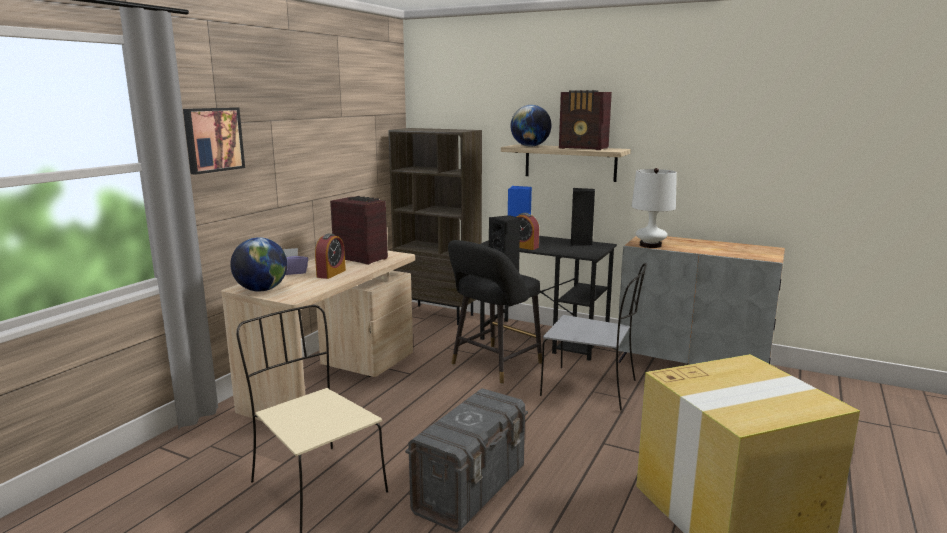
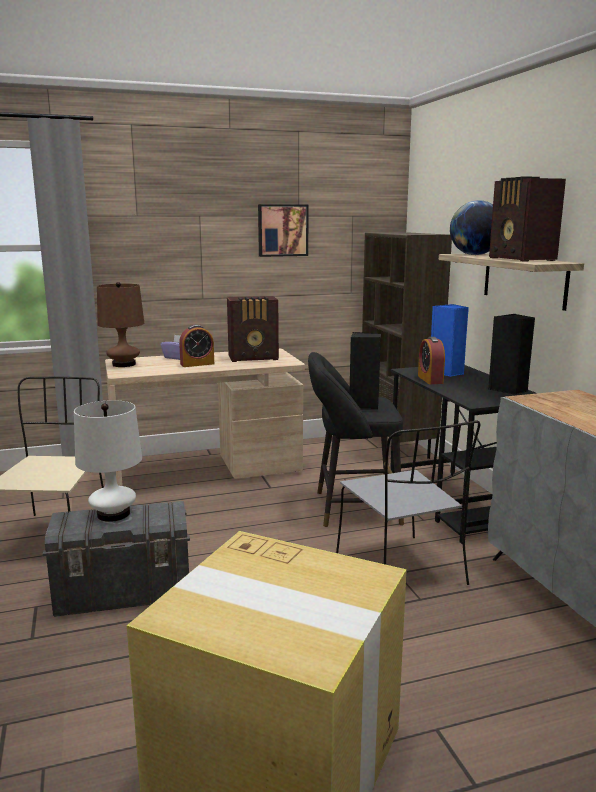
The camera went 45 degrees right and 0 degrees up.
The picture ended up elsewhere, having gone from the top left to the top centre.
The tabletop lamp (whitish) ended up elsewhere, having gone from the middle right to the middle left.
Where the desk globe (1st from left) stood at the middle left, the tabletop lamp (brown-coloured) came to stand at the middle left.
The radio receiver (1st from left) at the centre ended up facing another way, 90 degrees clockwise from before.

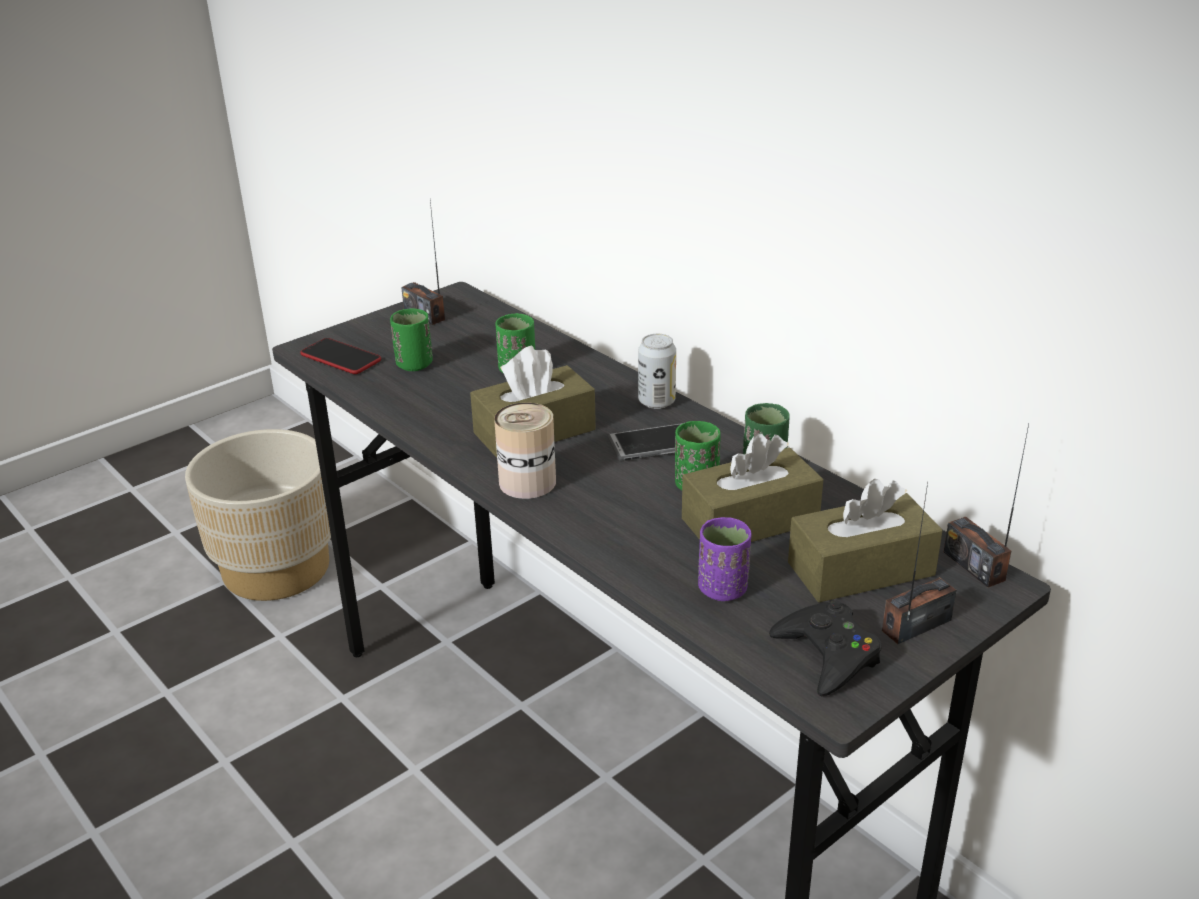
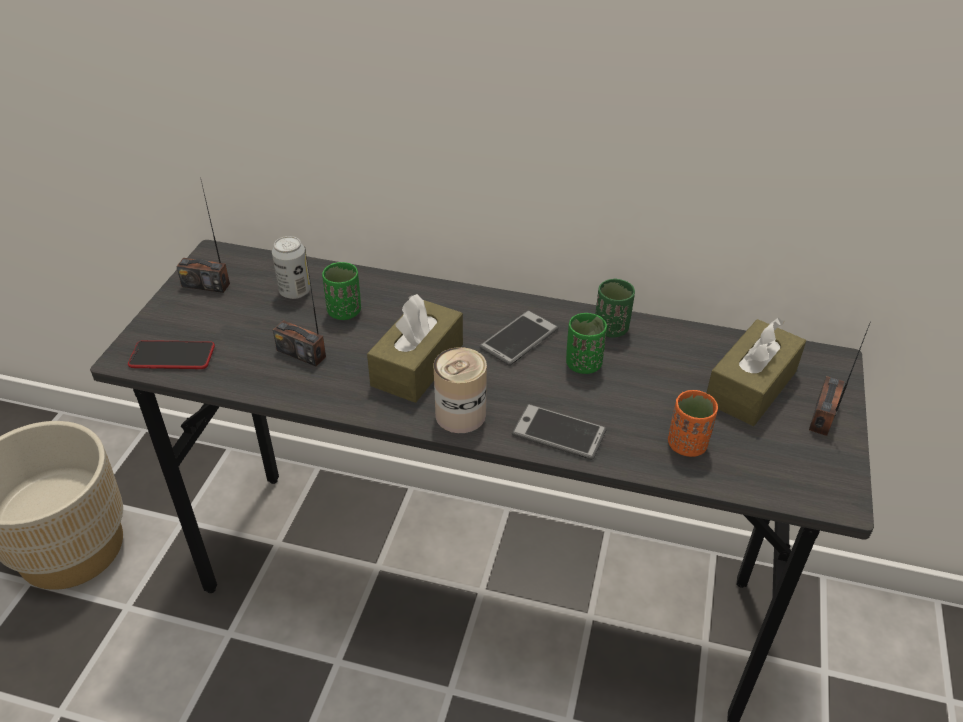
The camera went 35 degrees left and 10 degrees up.
The second view lost the small cup (greenish) (1st from left) at the centre.
The second view lost the box of tissues (brown-coloured) (2nd from left) at the centre.
The second view lost the gamepad (blackish) at the bottom right.
The second view gained the phone (3rd from left) at the centre.
The sealed can (2nd from left in the first image) ended up elsewhere, having gone from the centre to the middle left.
The radio receiver (3rd from left in the first image) ended up elsewhere, having gone from the middle right to the middle left.
What was the small cup (purple-coloured) at the centre turned into the small cup (orange) at the middle right.

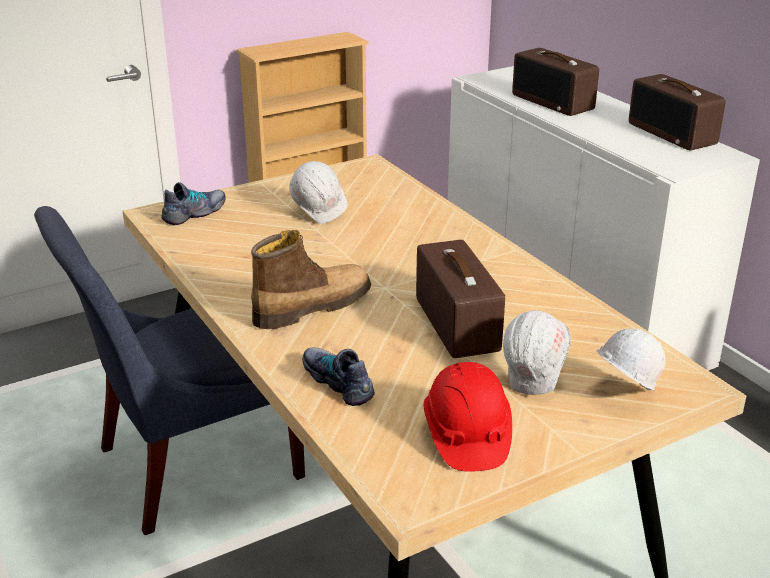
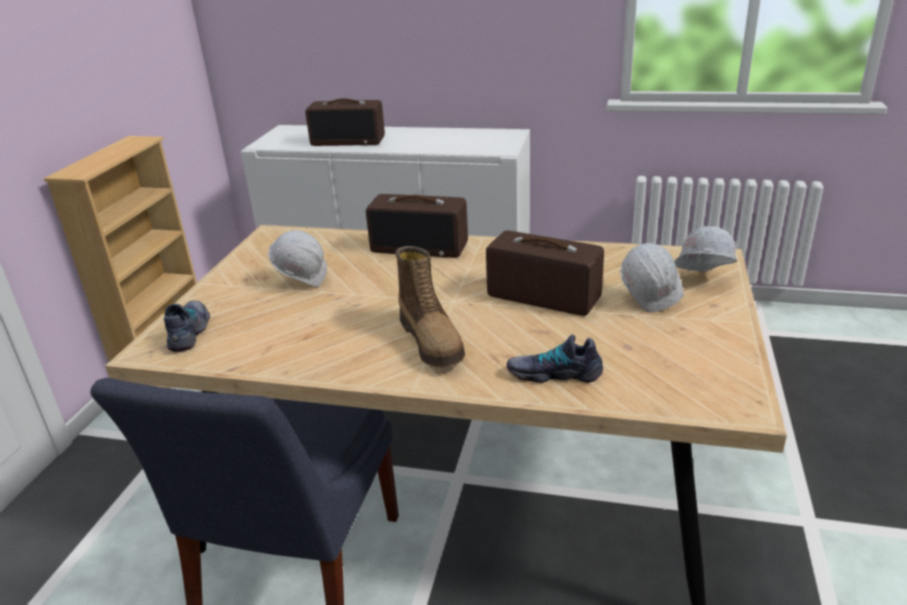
The camera went 45 degrees left and 0 degrees up.
The second view lost the work helmet (red-coloured) at the bottom centre.
The radio receiver (3rd from left in the first image) ended up elsewhere, having gone from the top right to the centre.
The high-top boot at the centre ended up facing another way, 150 degrees clockwise from before.

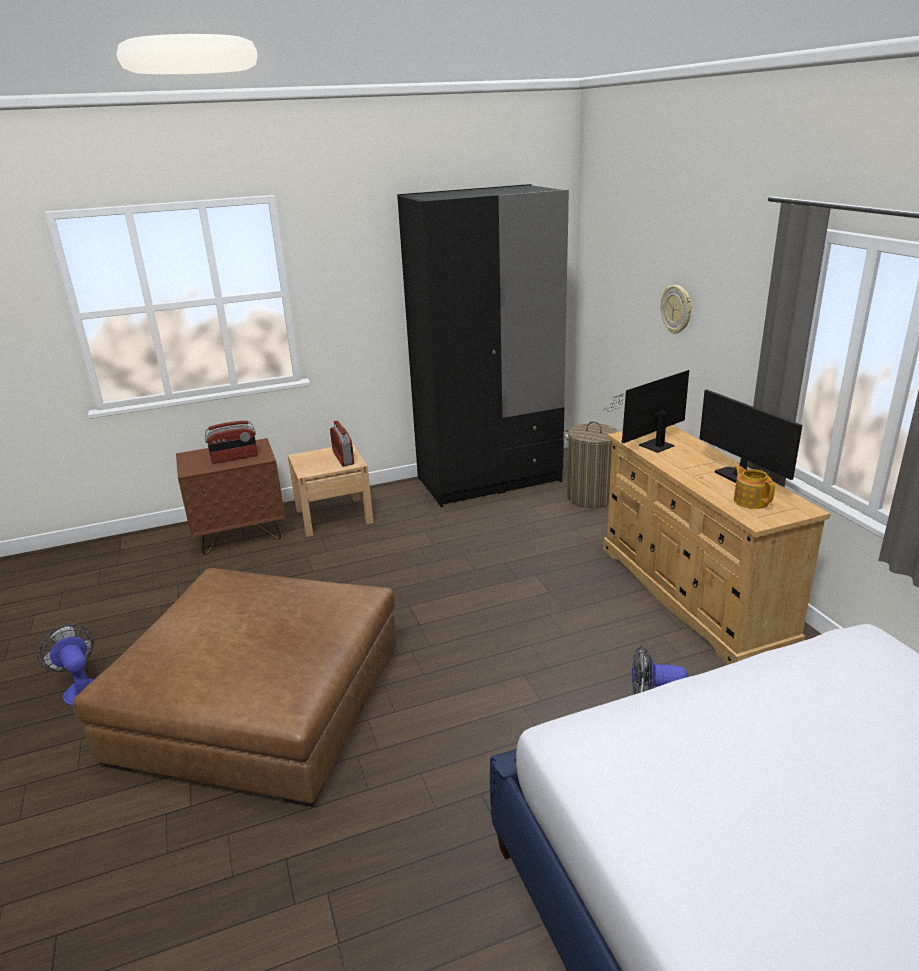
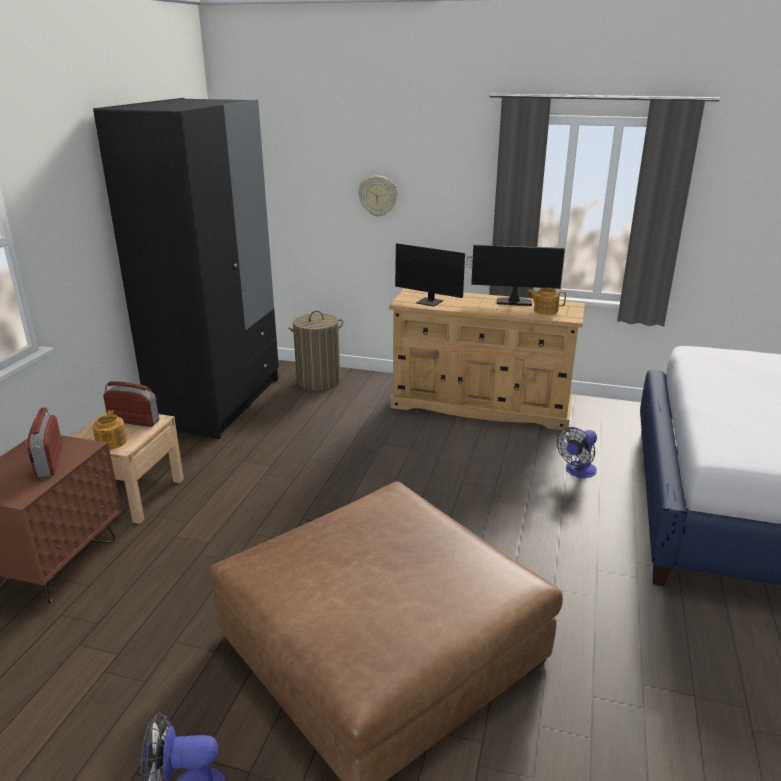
The camera went 55 degrees left and 0 degrees up.
The second view gained the teapot (1st from left) at the middle left.
The radio receiver (1st from left) at the middle left ended up facing another way, 150 degrees clockwise from before.
The computer display (1st from left) at the middle right ended up facing another way, 60 degrees counterclockwise from before.

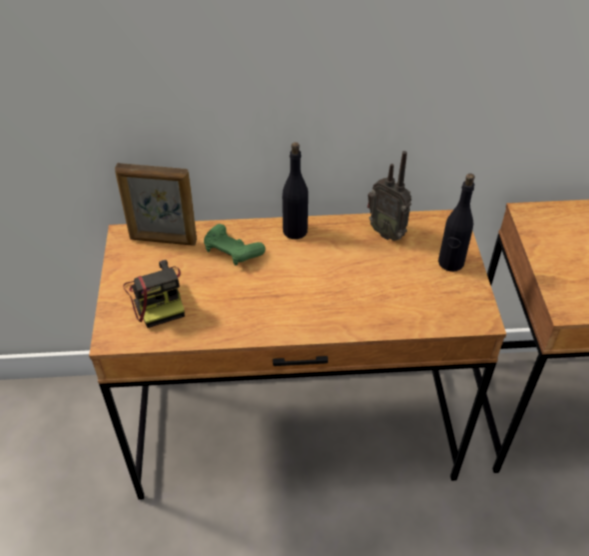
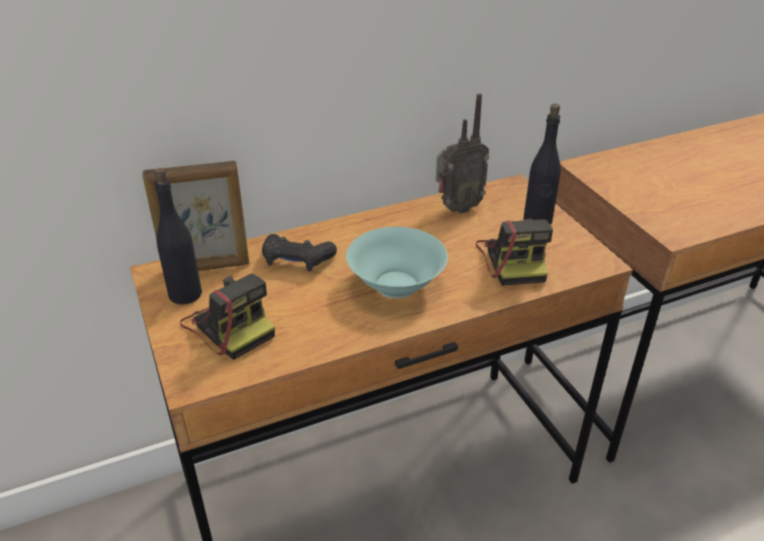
The camera went 20 degrees left and 10 degrees down.
The second view gained the serving bowl (turquoise-coloured) at the centre.
The second view gained the still camera (2nd from left) at the middle right.
The drink bottle (blackish) (1st from left) ended up elsewhere, having gone from the centre to the middle left.
What was the gamepad (greenish) at the centre turned into the gamepad (blackish) at the centre.
The radio receiver at the centre ended up facing another way, 45 degrees counterclockwise from before.

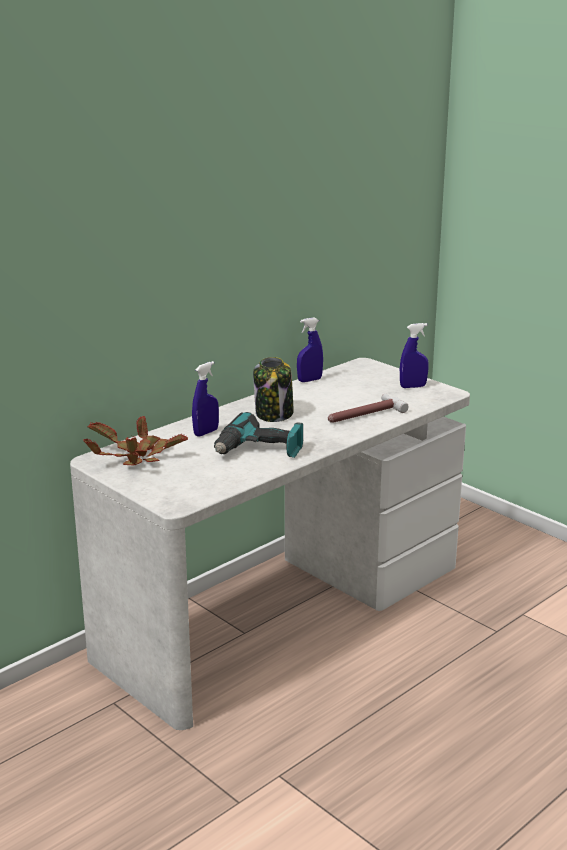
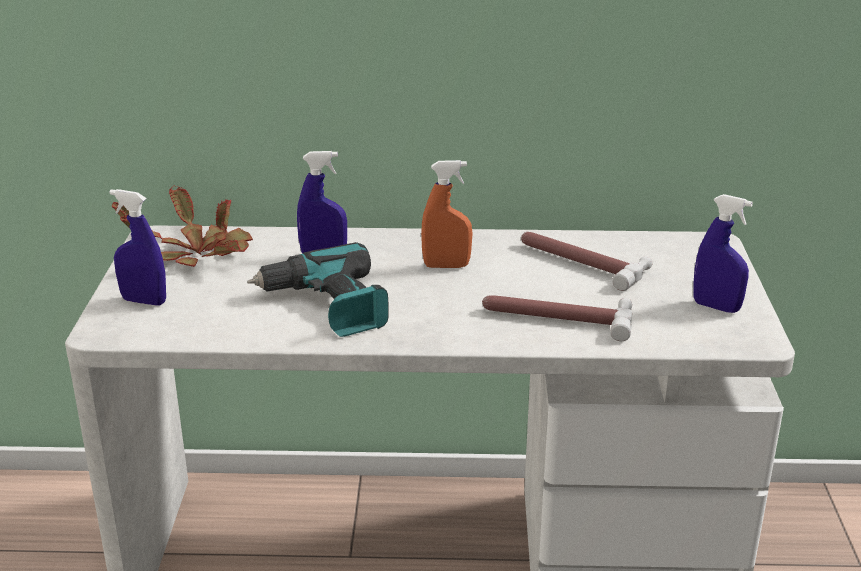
The camera went 45 degrees right and 5 degrees up.
The second view gained the tool hammer (2nd from left) at the middle right.
The hand sprayer (blue-coloured) (2nd from left in the first image) ended up elsewhere, having gone from the centre to the middle left.
Where the preserve jar stood at the centre, the hand sprayer (orange) came to stand at the centre.

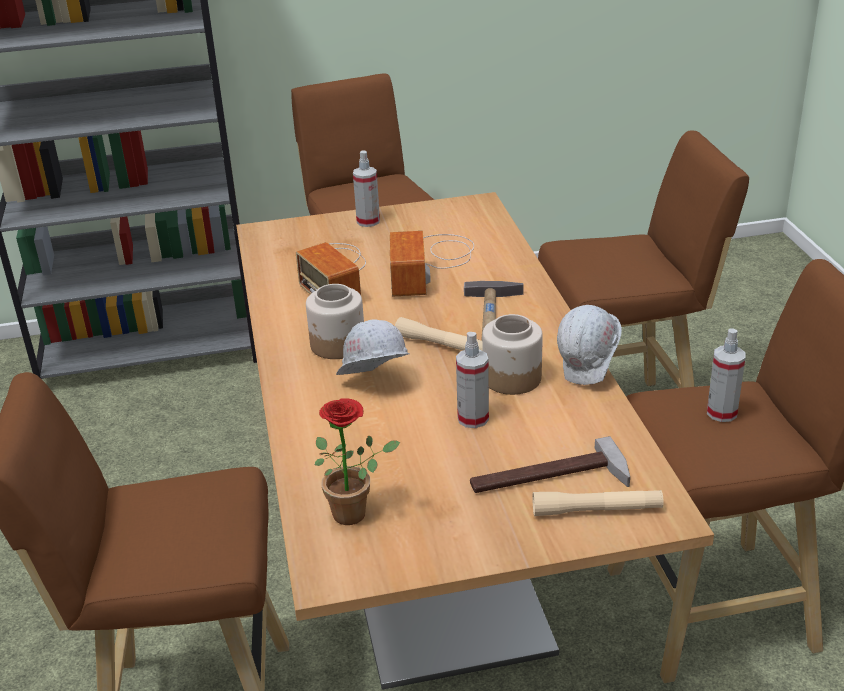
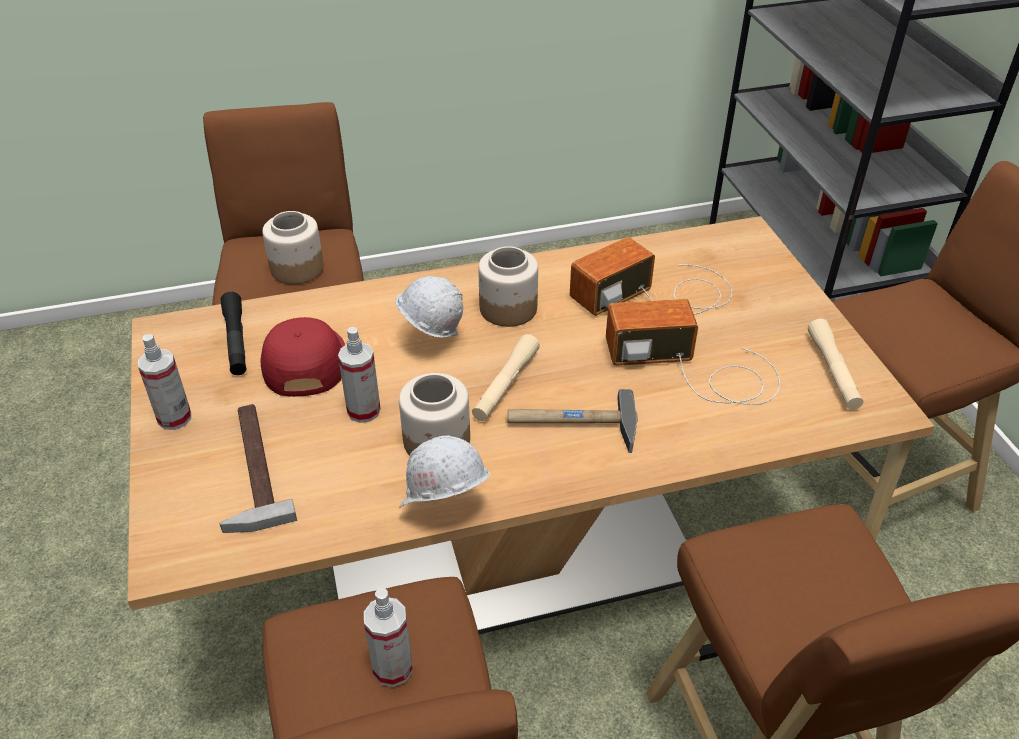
The camera went 85 degrees right and 10 degrees up.
The second view gained the baseball cap (red-coloured) at the middle left.
The second view gained the preserve jar (1st from left) at the middle left.
The hand sprayer (1st from left) ended up elsewhere, having gone from the top centre to the middle left.
The flashlight (sand-coloured) (2nd from left) ended up elsewhere, having gone from the bottom right to the middle right.
Where the plant in a pot stood at the bottom centre, the flashlight (blackish) came to stand at the middle left.

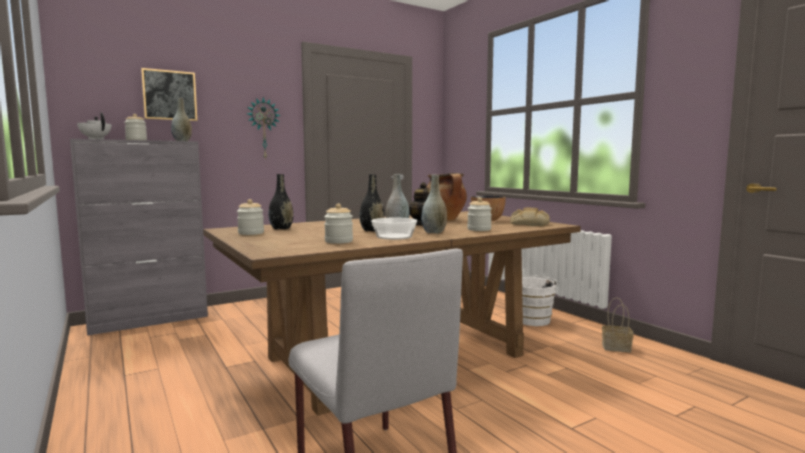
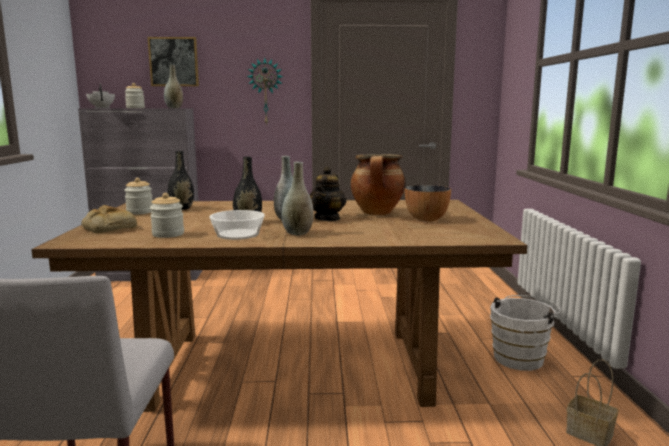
The camera went 30 degrees right and 5 degrees up.
The second view lost the preserve jar (4th from left) at the centre.
The baked bread ended up elsewhere, having gone from the centre to the middle left.

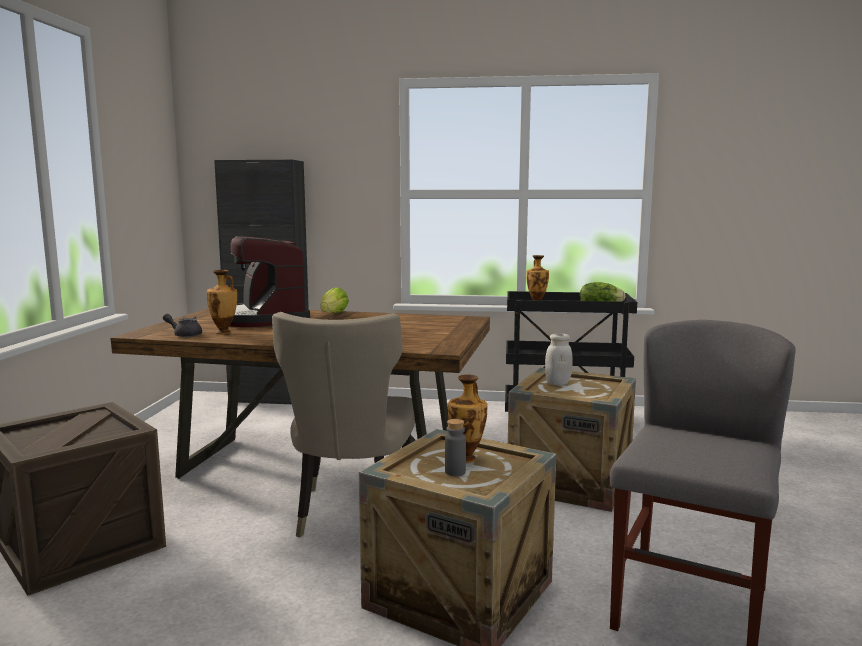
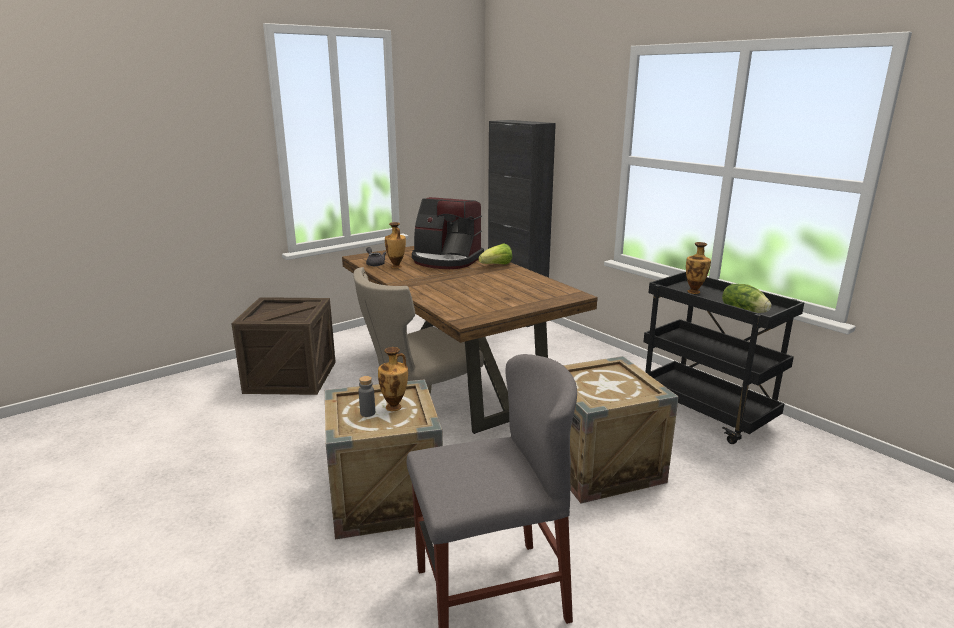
The camera went 45 degrees right and 10 degrees up.
The second view lost the preserve jar (whitish) at the centre.
The coffee maker at the middle left ended up facing another way, 90 degrees counterclockwise from before.

